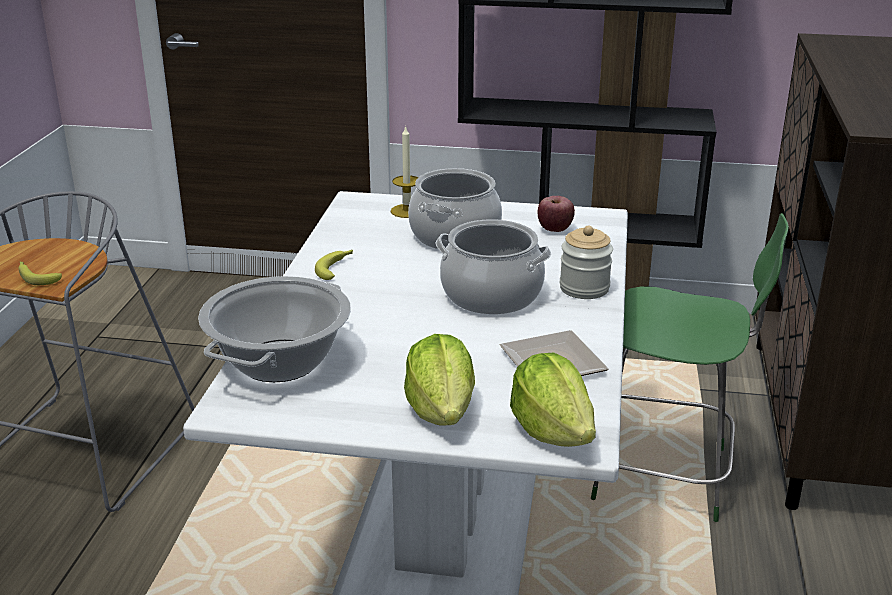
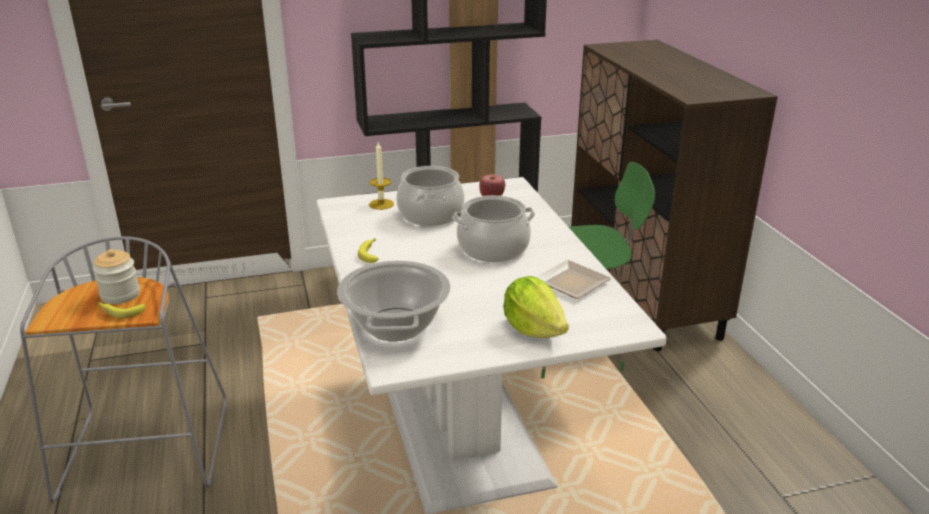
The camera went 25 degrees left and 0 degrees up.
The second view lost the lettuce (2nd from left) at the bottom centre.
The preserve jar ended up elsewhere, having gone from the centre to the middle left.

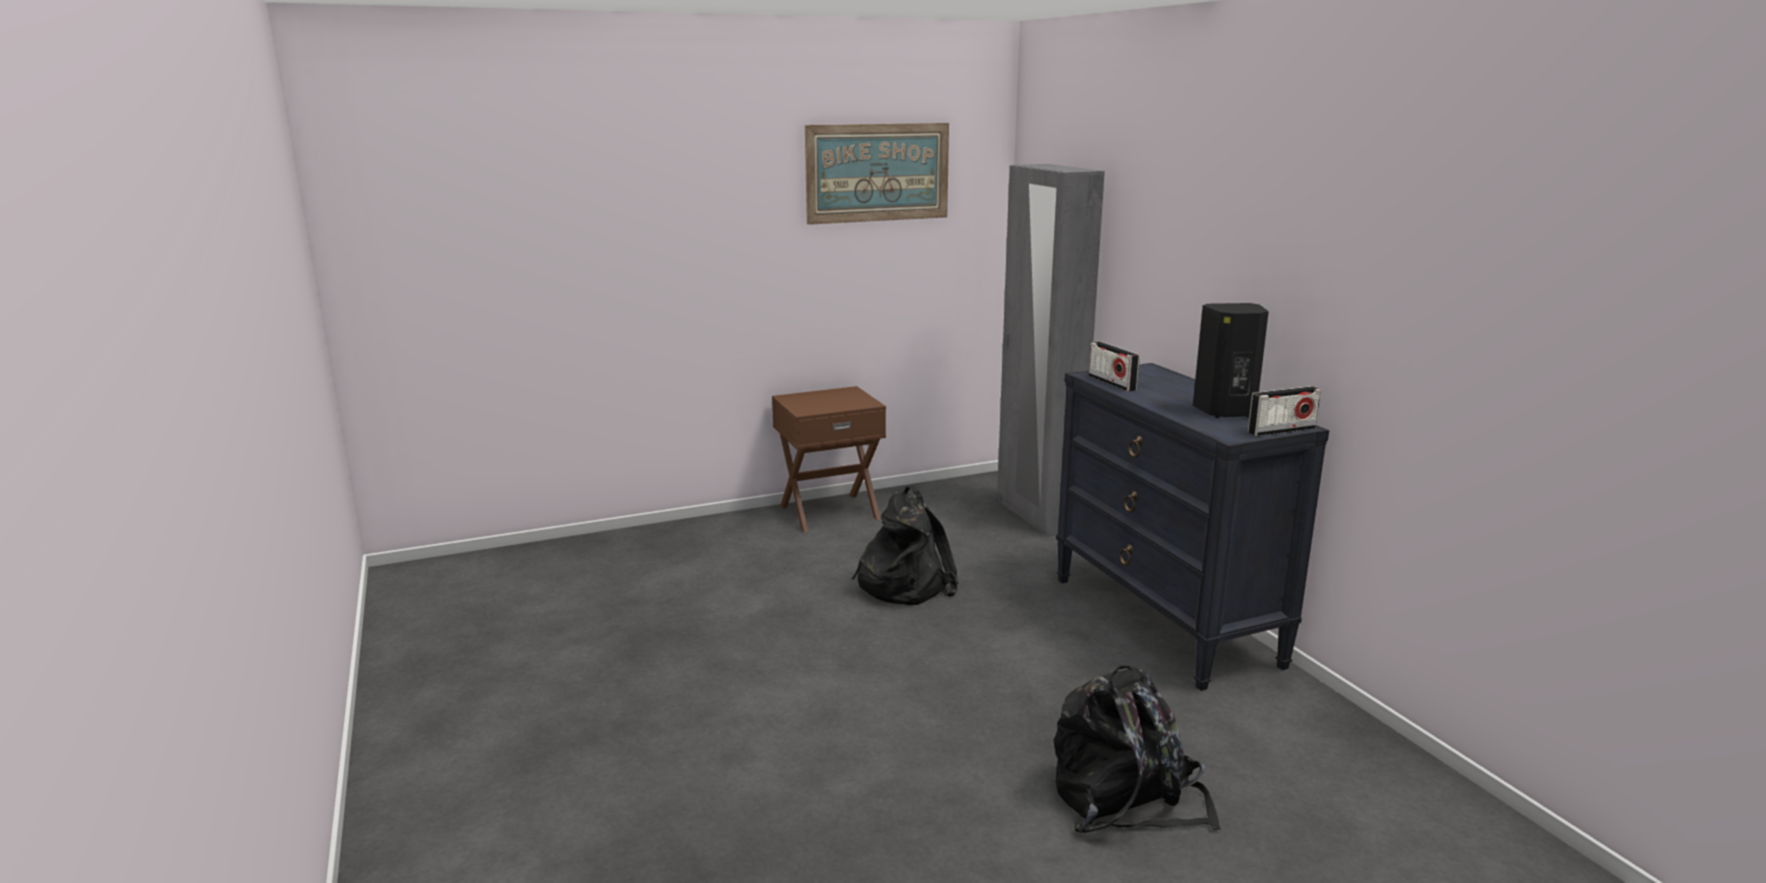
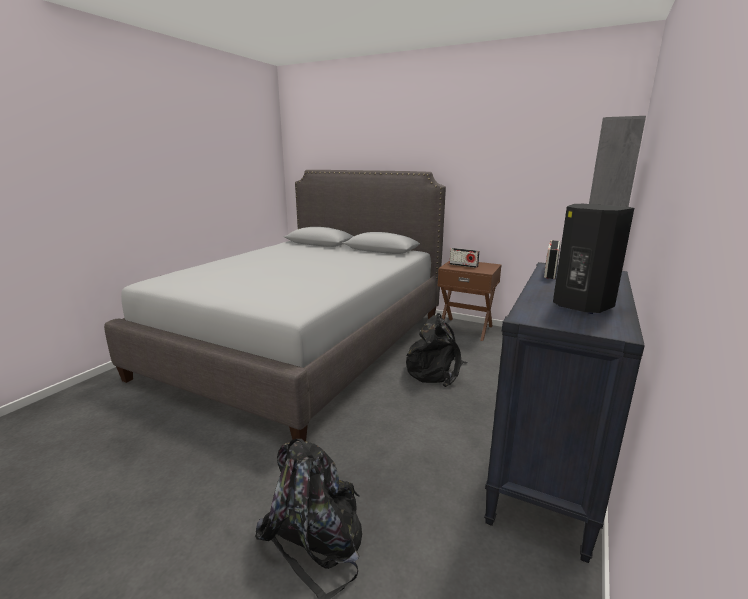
The camera went 50 degrees right and 0 degrees up.
The second view lost the picture at the top centre.
The second view gained the bed (grey) at the centre.
The radio receiver (2nd from left in the first image) ended up elsewhere, having gone from the middle right to the centre.

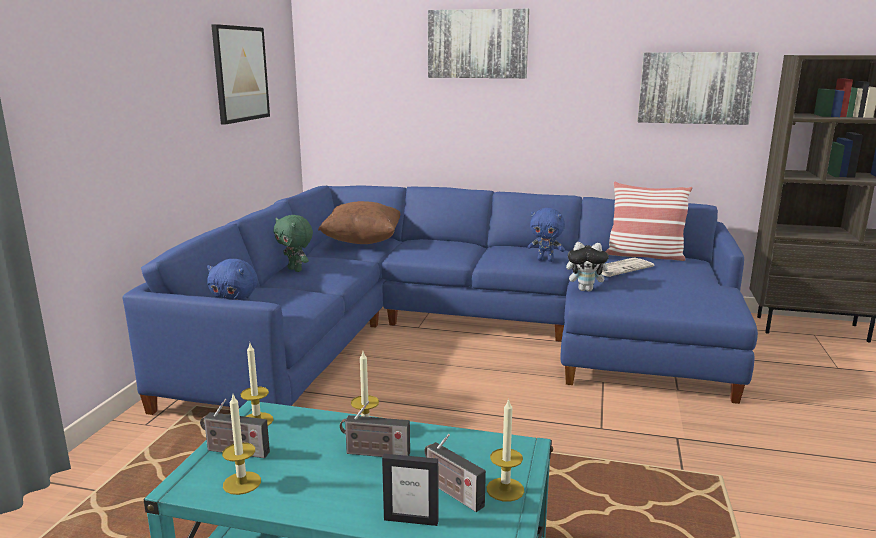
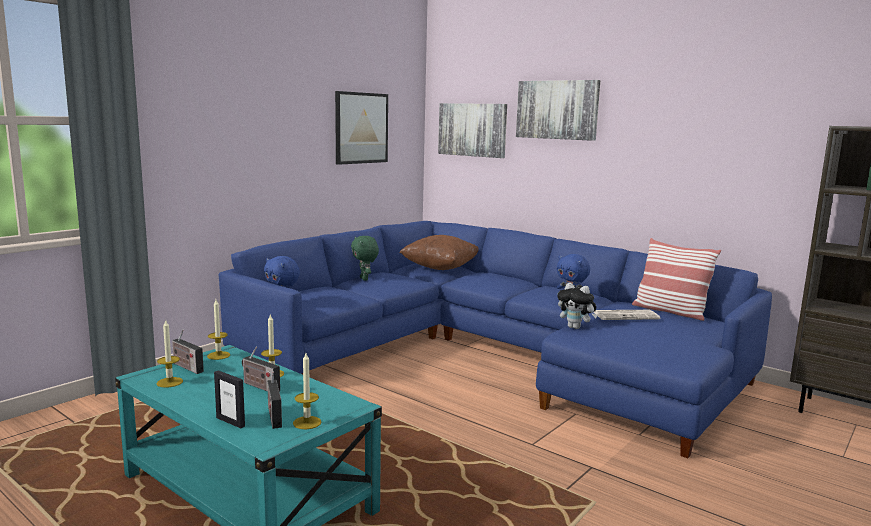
The camera went 25 degrees right and 5 degrees down.
The picture (3rd from left in the first image) ended up elsewhere, having gone from the top right to the top centre.

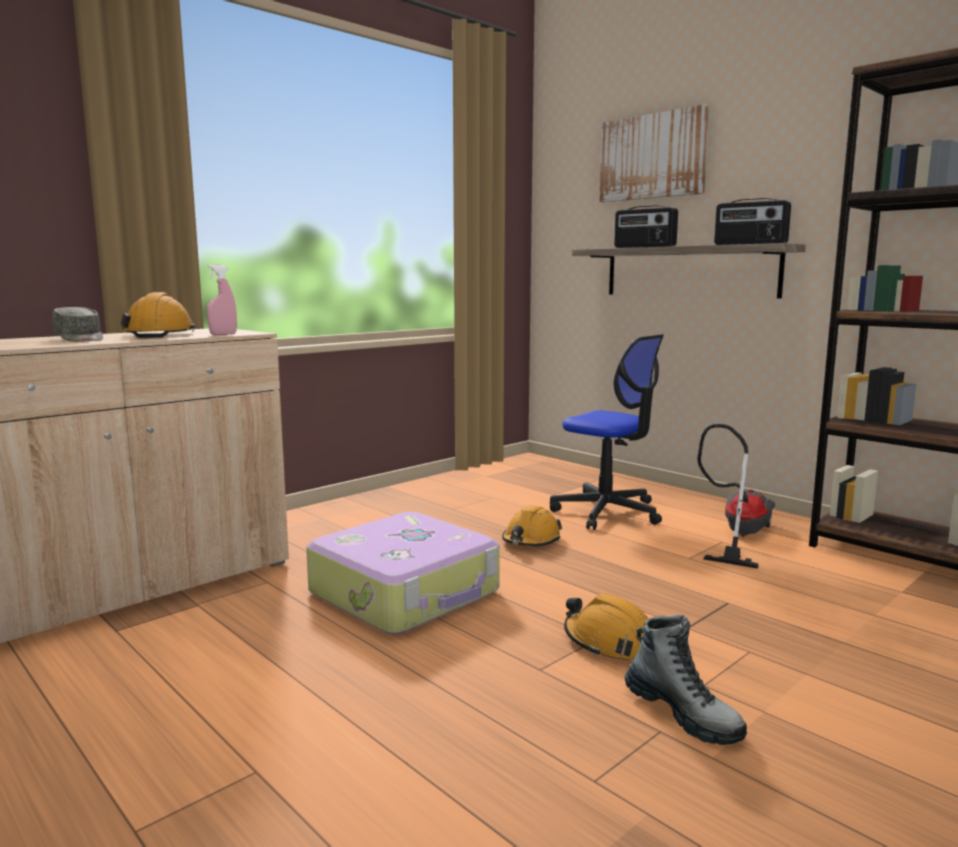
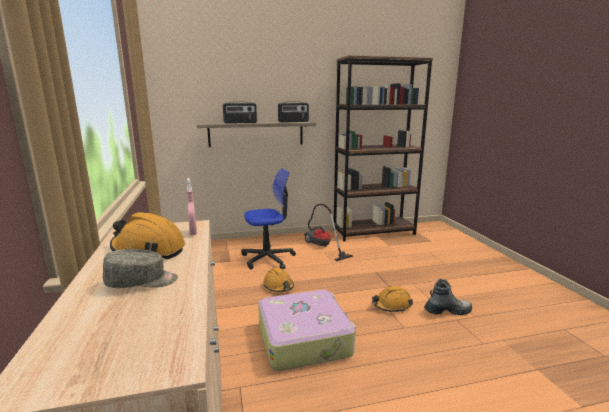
The camera went 60 degrees left and 5 degrees up.
The second view lost the picture at the top right.

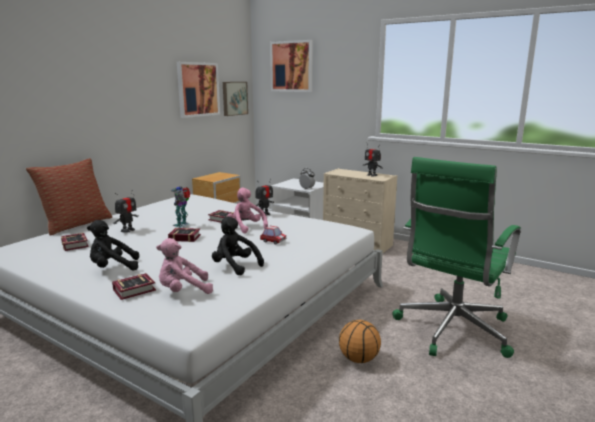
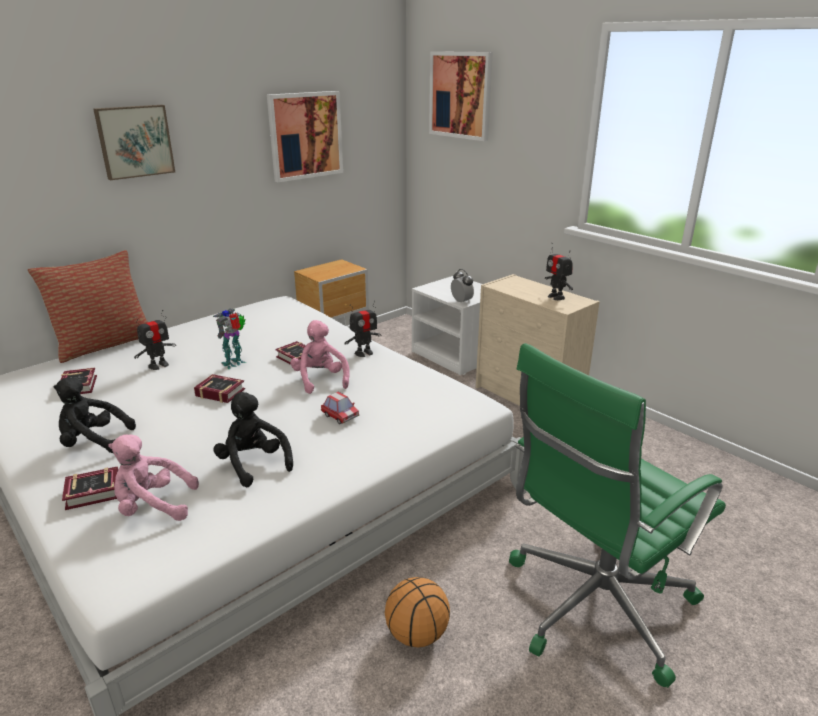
The camera went 15 degrees right and 10 degrees up.
The picture (2nd from left in the first image) ended up elsewhere, having gone from the top centre to the top left.

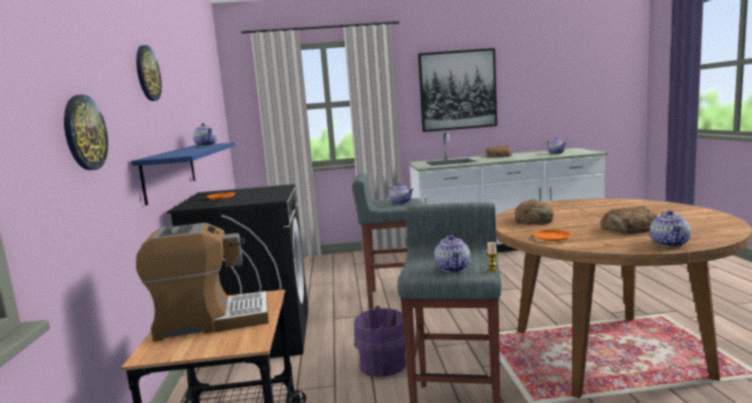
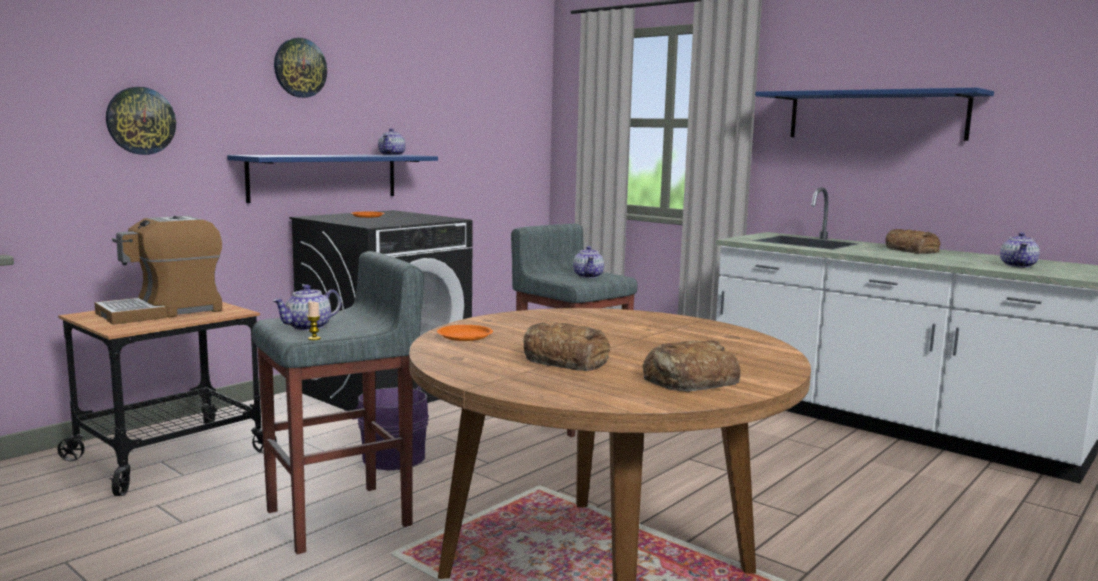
The camera went 45 degrees right and 0 degrees up.
The second view lost the teapot (5th from left) at the middle right.
The baked bread (2nd from left) ended up elsewhere, having gone from the middle right to the centre.
Where the picture hung at the top centre, the wall shelf (blue-coloured) (2nd from left) came to hang at the top right.
The coffee maker at the bottom left ended up facing another way, 105 degrees clockwise from before.

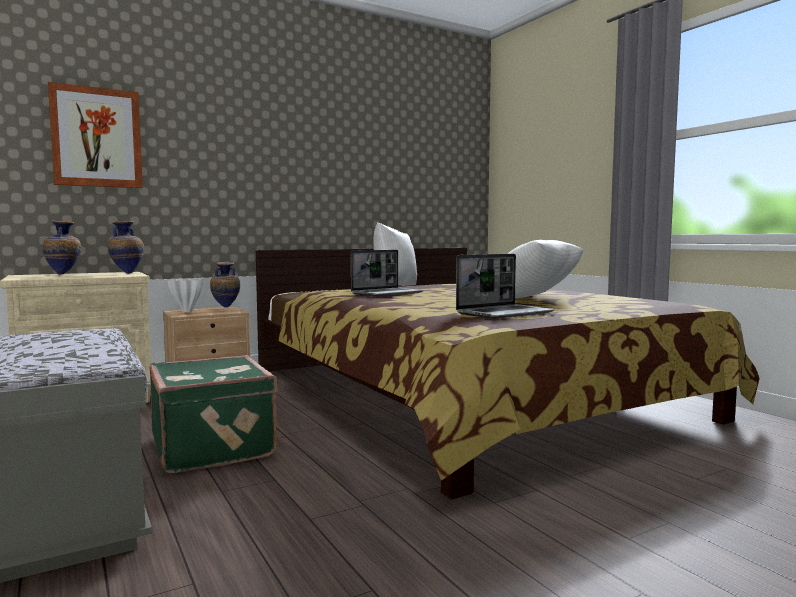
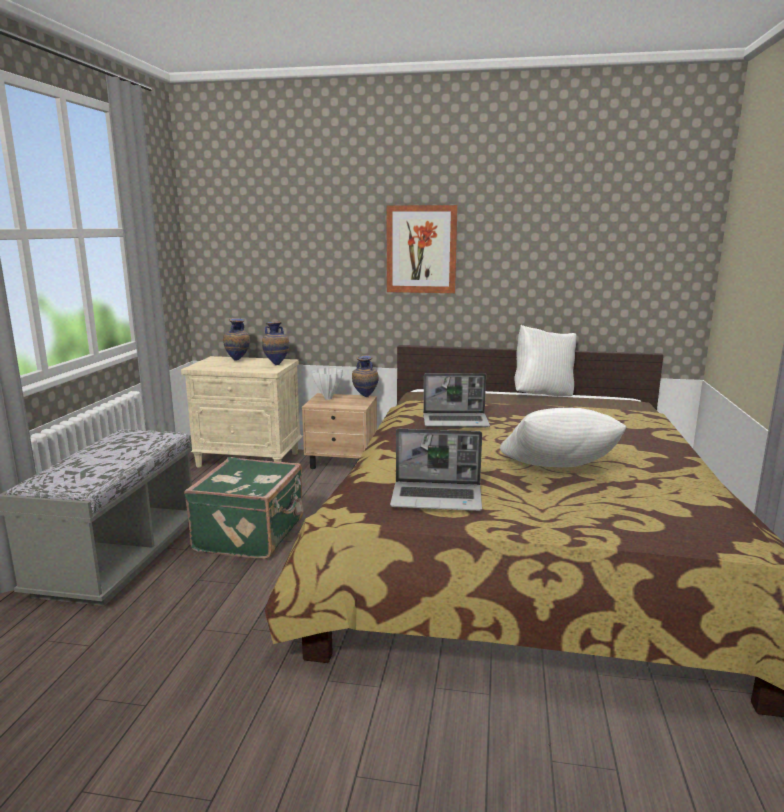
The camera went 40 degrees right and 10 degrees up.
The picture ended up elsewhere, having gone from the top left to the top centre.

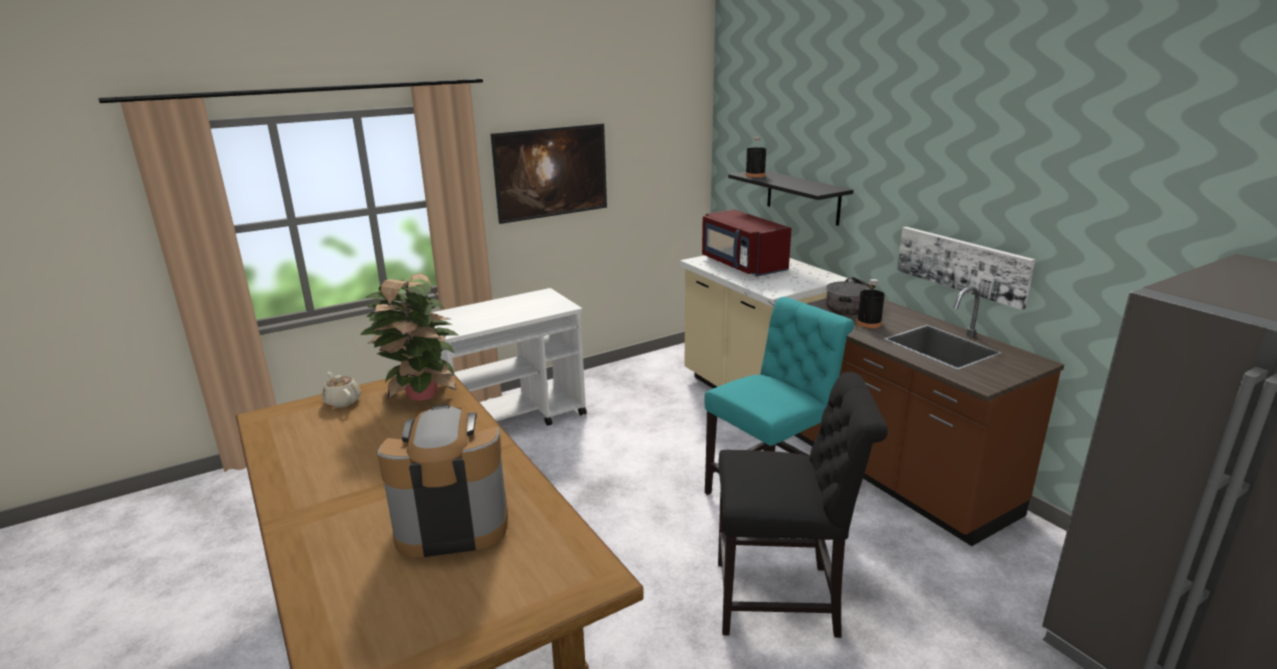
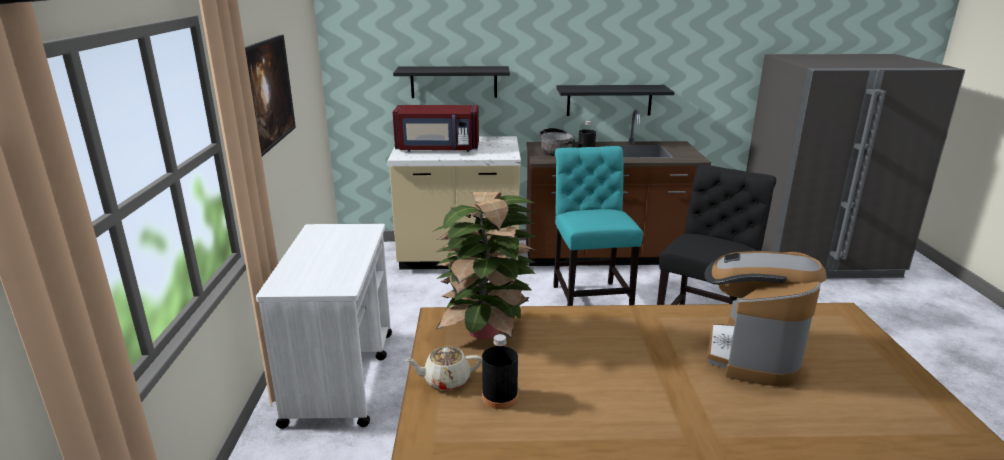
The camera went 60 degrees left and 0 degrees up.
The drink bottle (blackish) (1st from left) ended up elsewhere, having gone from the top centre to the bottom centre.
Where the picture (2nd from left) hung at the middle right, the wall shelf (blackish) (2nd from left) came to hang at the top centre.

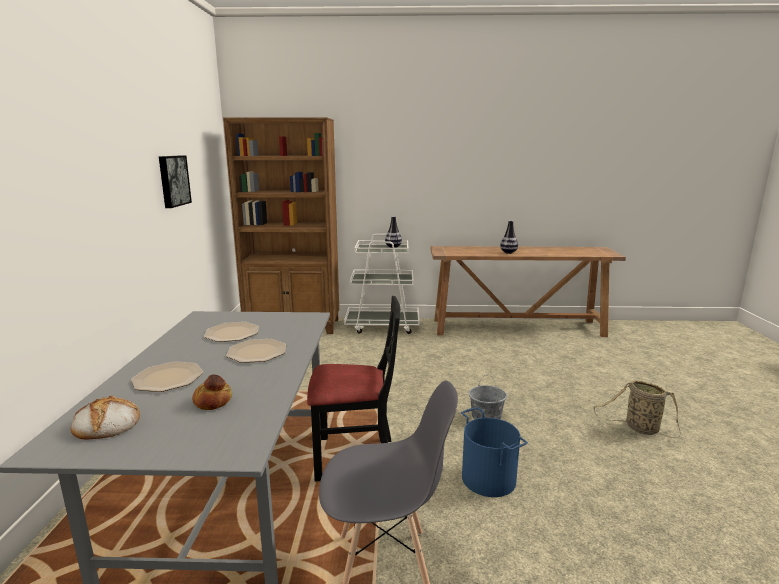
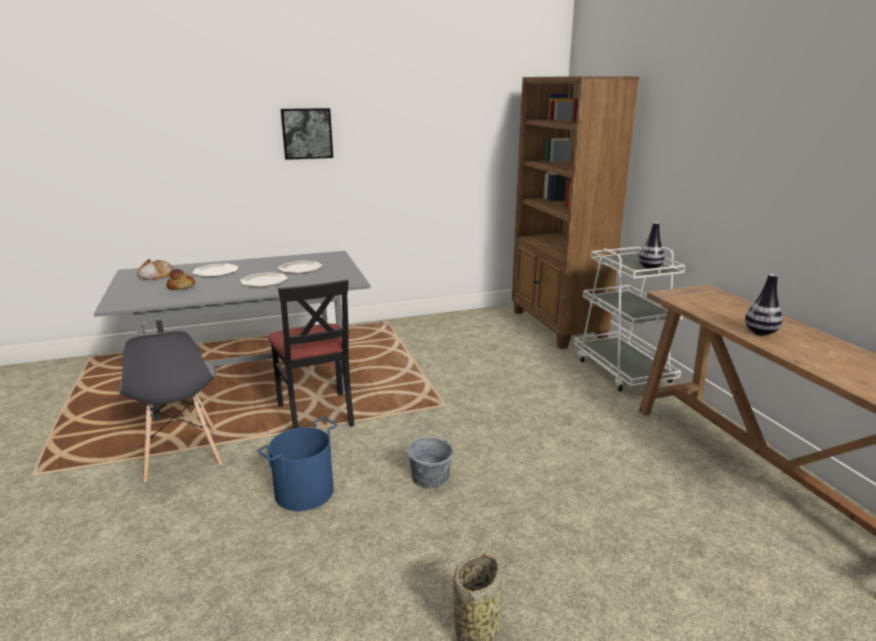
The camera went 70 degrees right and 5 degrees up.
The picture ended up elsewhere, having gone from the top left to the top centre.

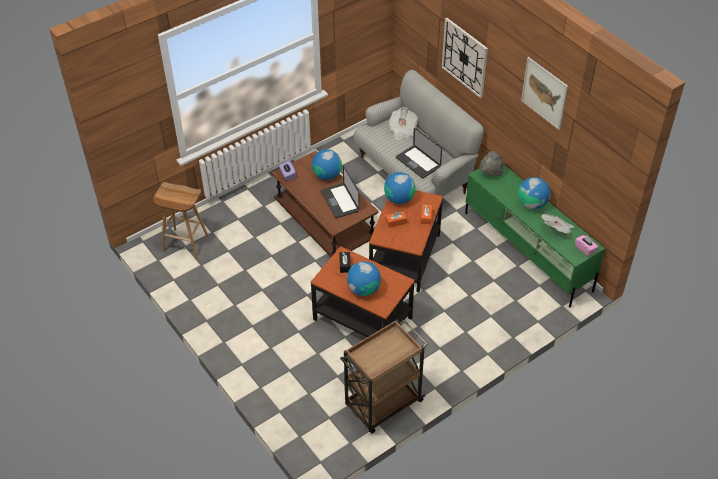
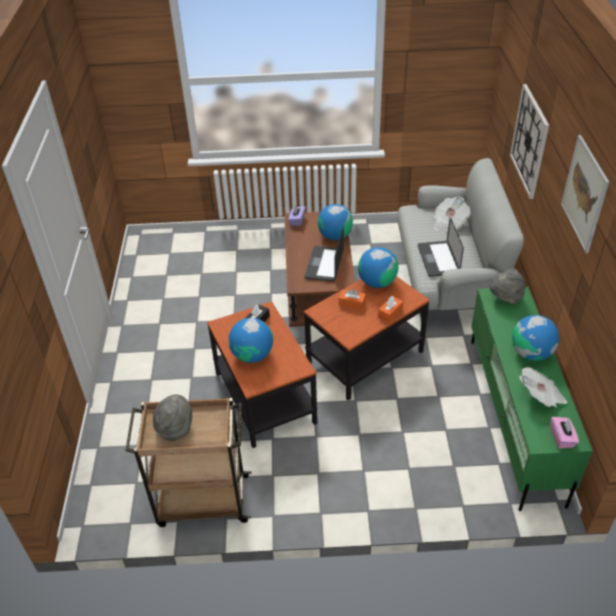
The camera went 35 degrees right and 5 degrees down.
The second view lost the stool seat (brown-coloured) at the middle left.
The second view gained the hat (grey) (1st from left) at the bottom left.

